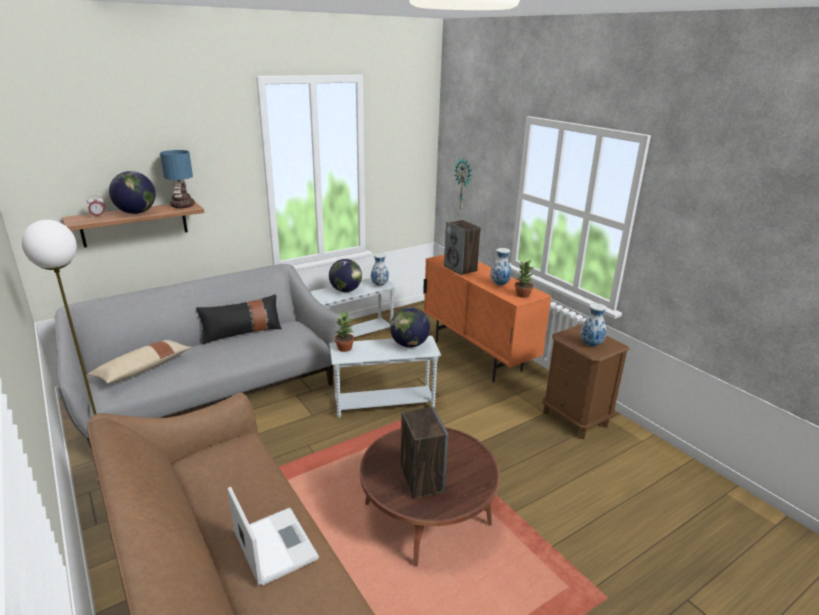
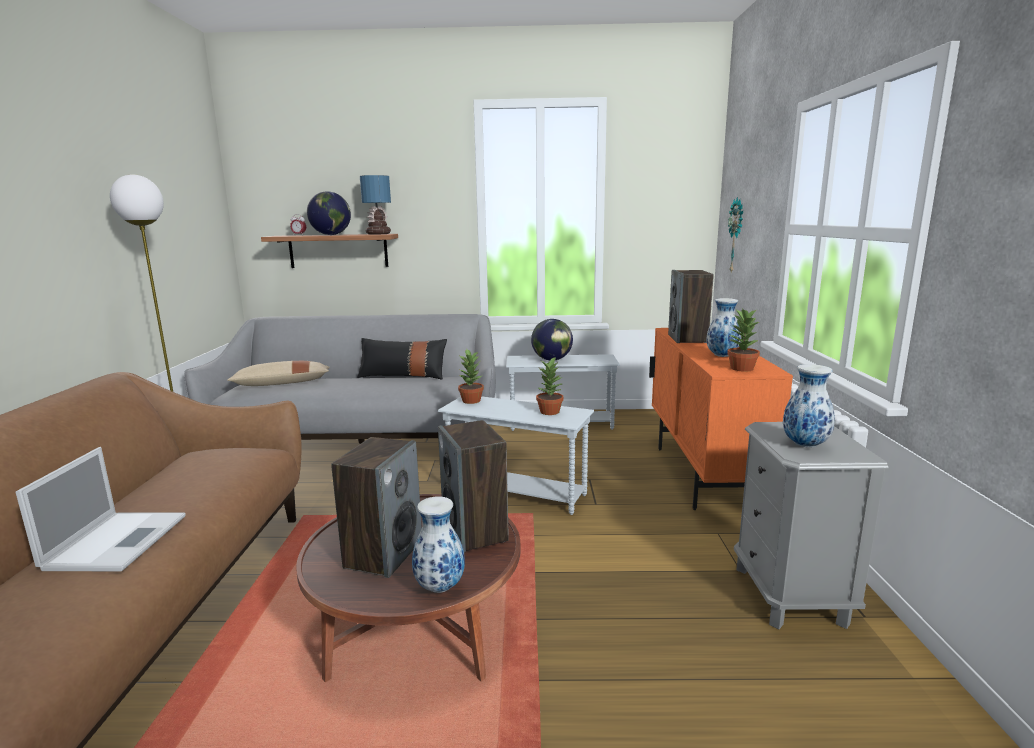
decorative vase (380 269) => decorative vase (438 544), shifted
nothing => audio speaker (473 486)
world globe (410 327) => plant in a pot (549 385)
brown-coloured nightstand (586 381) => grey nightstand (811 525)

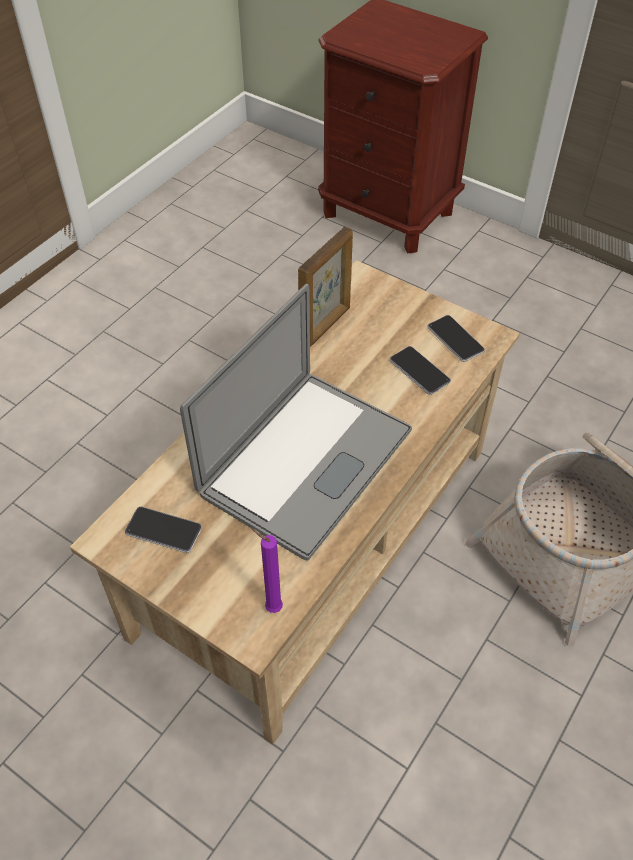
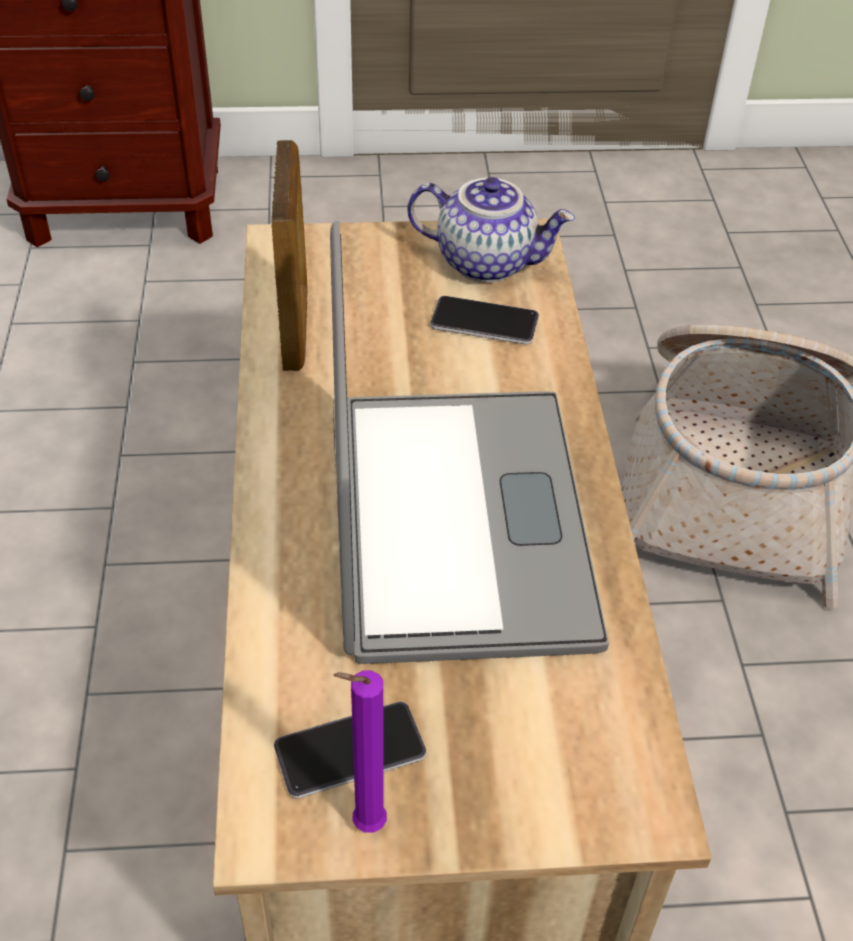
purple wax light (267 571) => purple wax light (360 752), shifted
handset (456 338) => tea pot (491 230)

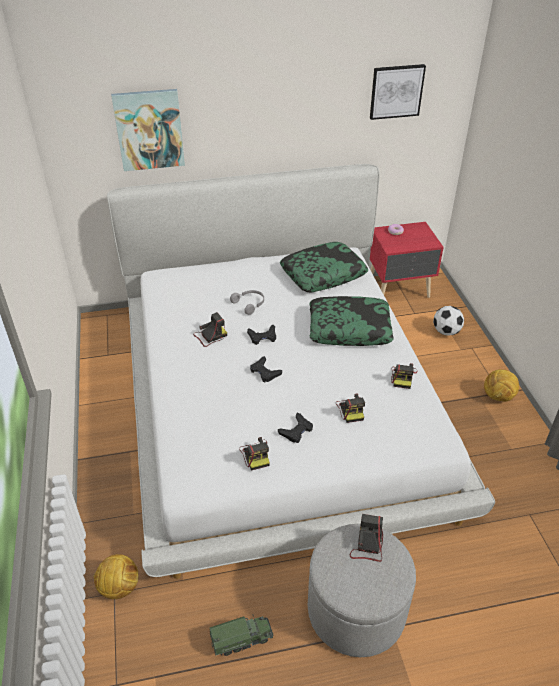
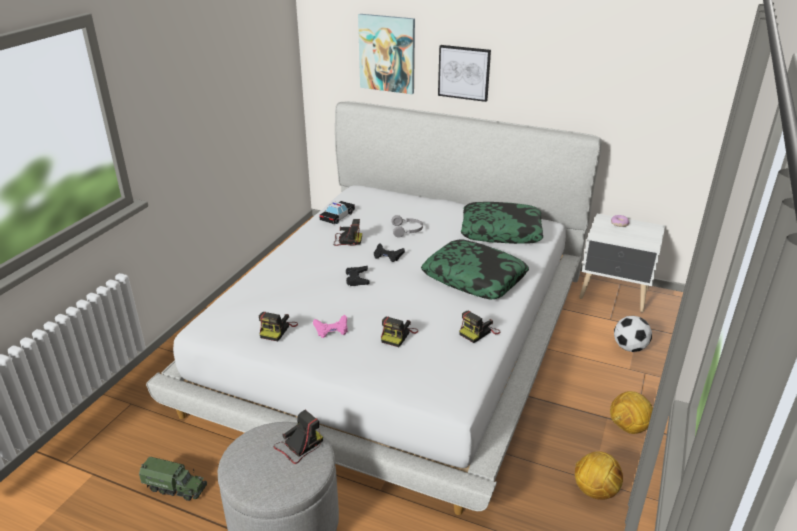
blackish joypad (295 428) => pink joypad (330 326)
nothing => model car (337 212)
picture (398 92) => picture (464 73), shifted
football ball (116 576) => football ball (599 475), shifted
reddish nightstand (407 260) => white nightstand (622 263)

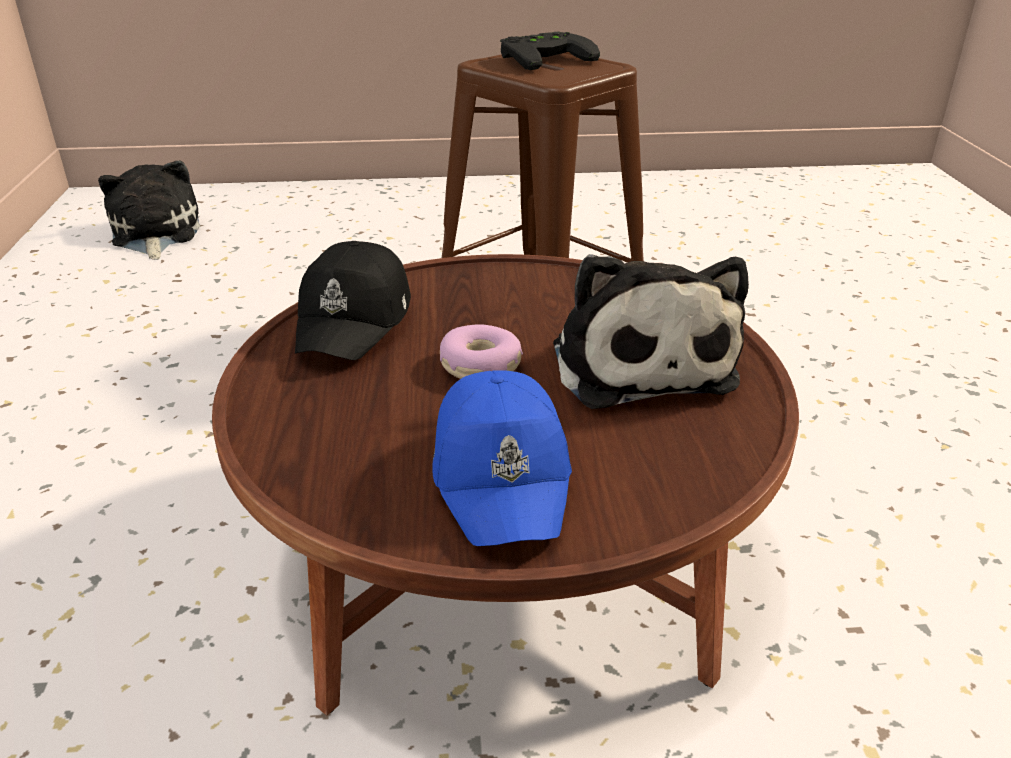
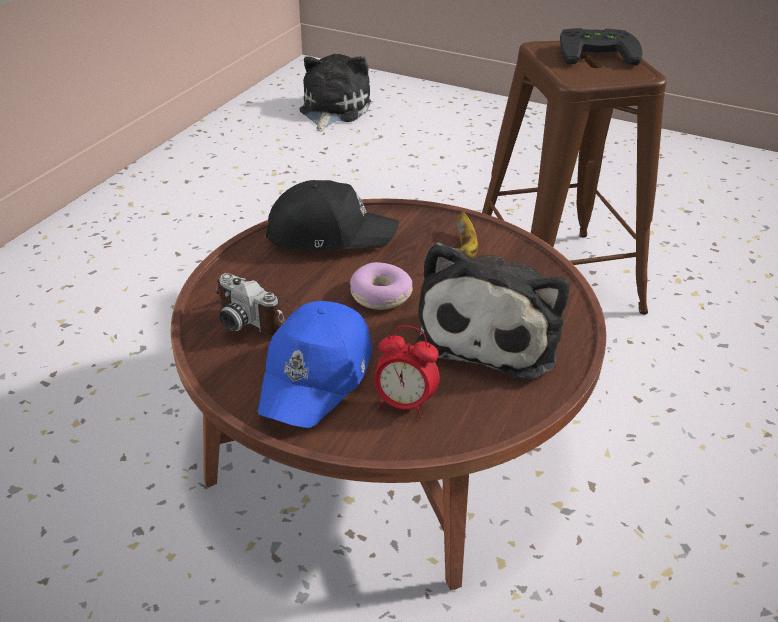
nothing => photo camera (258 304)
blackish peaked cap (353 300) => blackish peaked cap (332 215), 135 degrees counterclockwise
nothing => bedside clock (407 371)
nothing => whole banana (466 235)

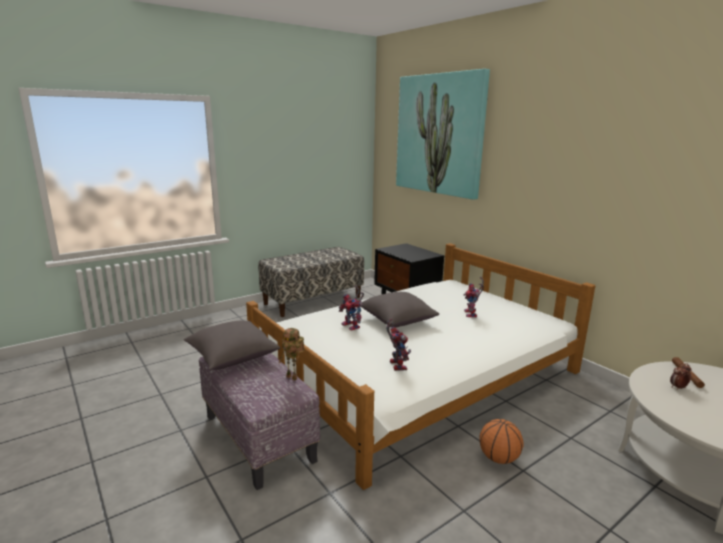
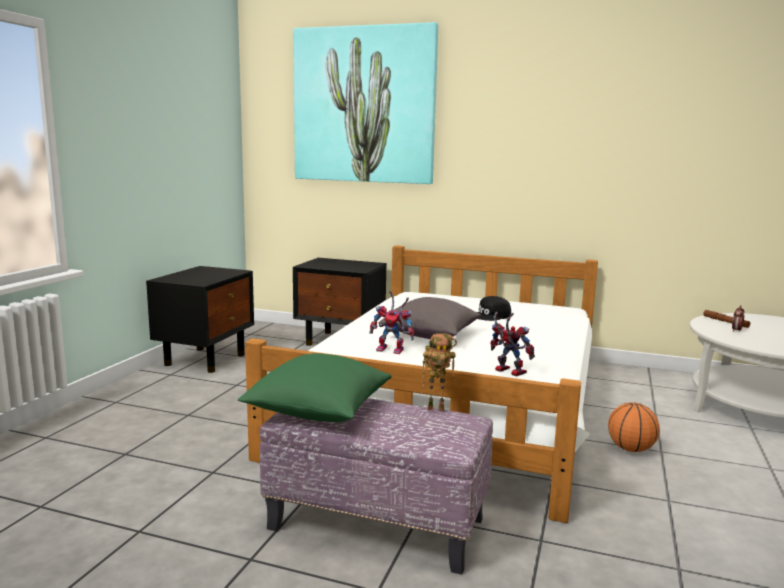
long seat (311 282) => blackish nightstand (200 319)
grey pillow (232 345) => green pillow (314 387)
robot figure (473 297) => blackish peaked cap (494 308)

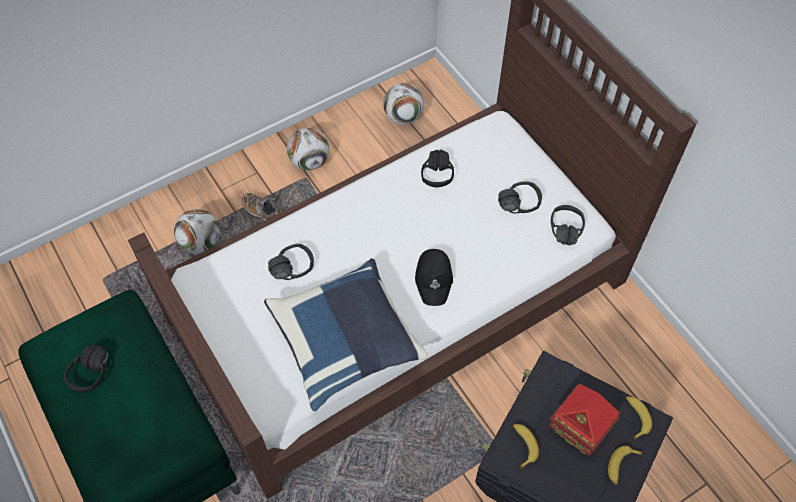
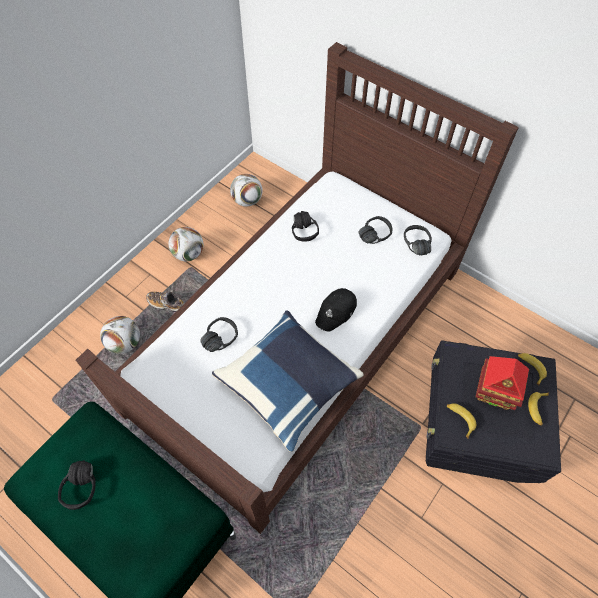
blackish peaked cap (434 277) => blackish peaked cap (336 310), 60 degrees clockwise

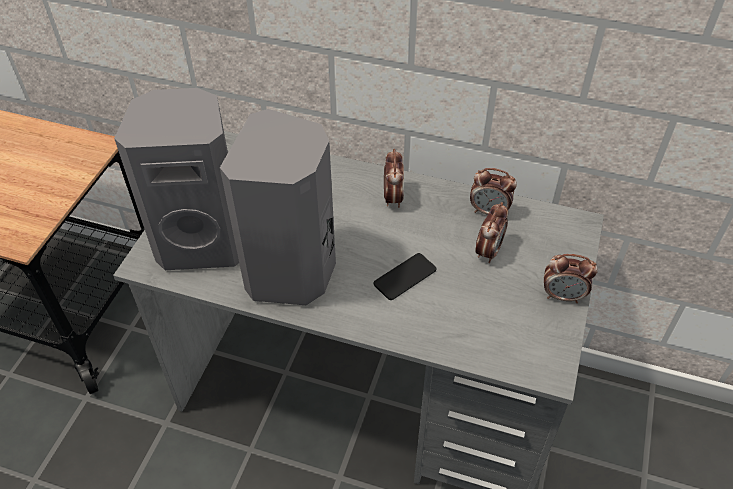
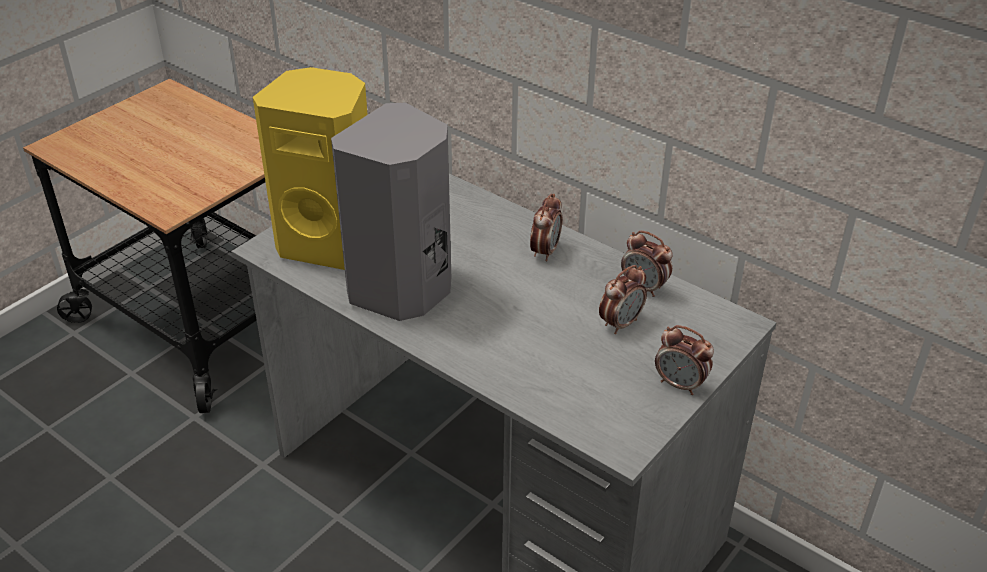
grey audio speaker (176 179) => yellow audio speaker (310 168)
handset (404 276) => nothing

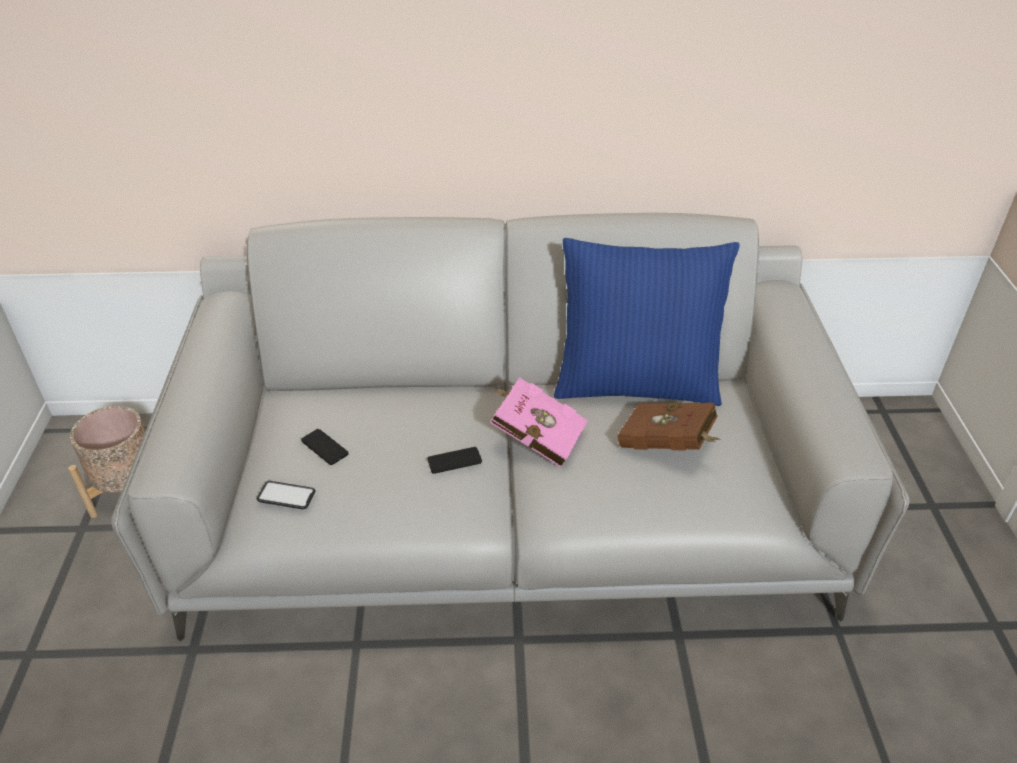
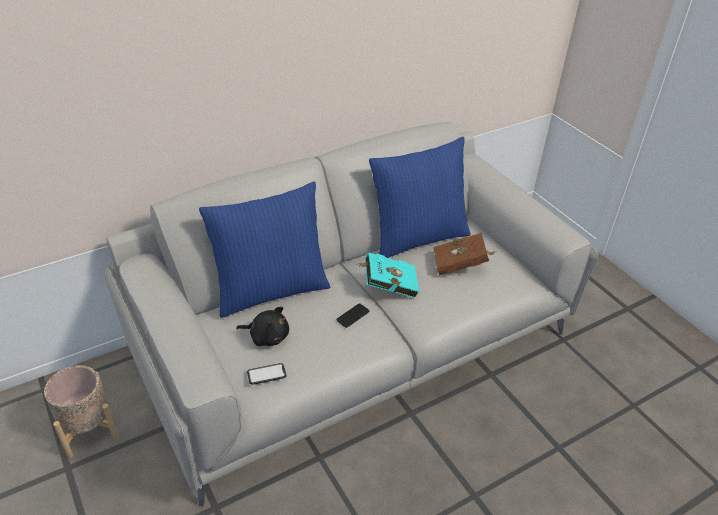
nothing => bluish pillow (264 250)
handset (325 447) => blackish soft toy (262 326)
pink bound book (539 422) => turquoise-coloured bound book (388 275)

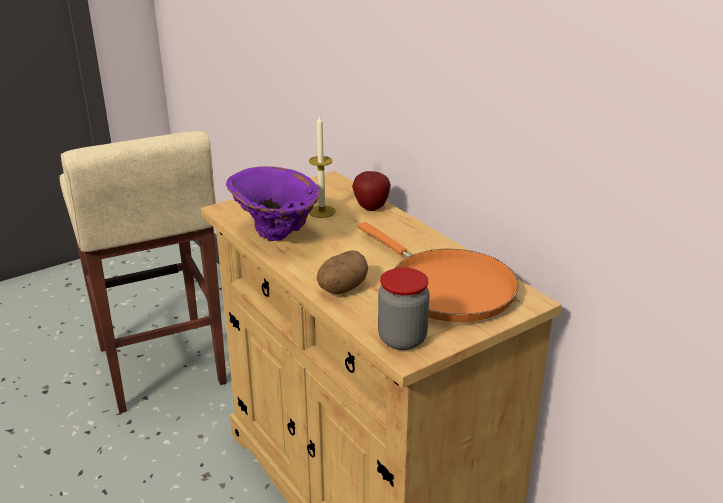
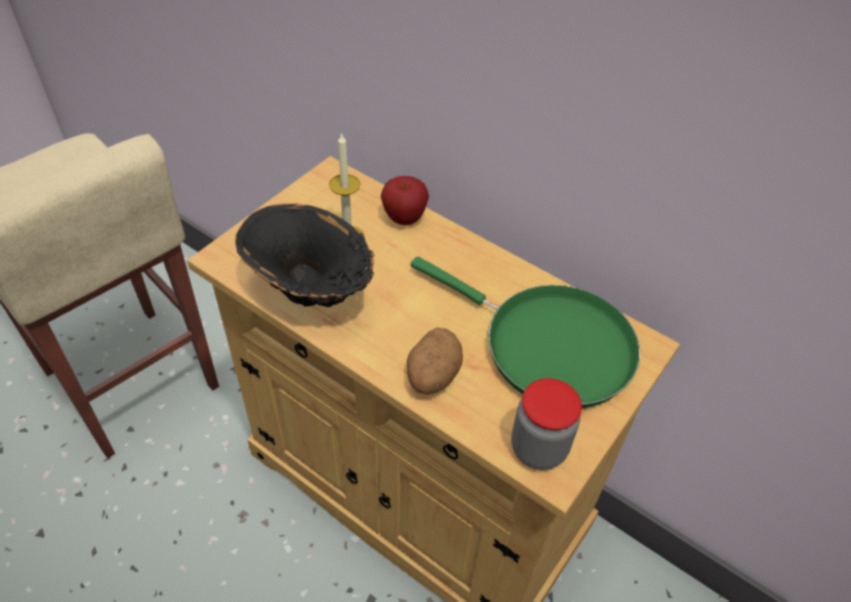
purple decorative vase (273 203) => blackish decorative vase (304 255)
orange skillet (438 272) => green skillet (525 332)

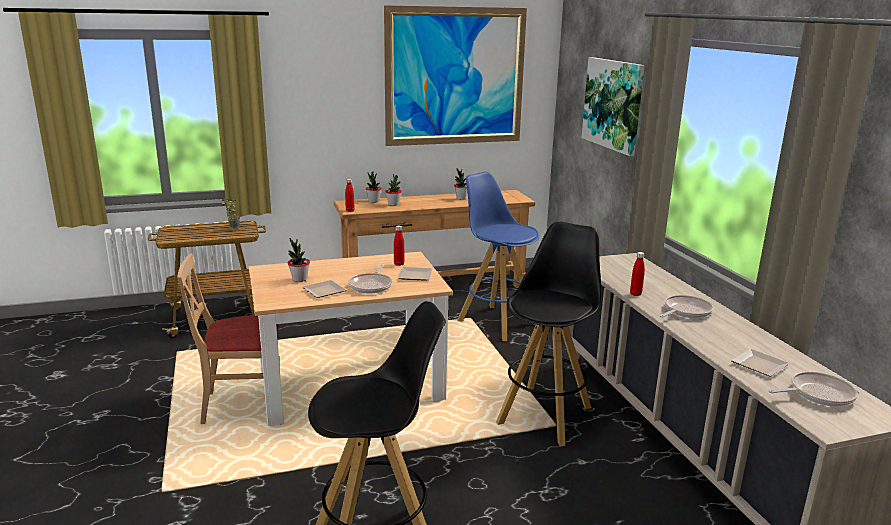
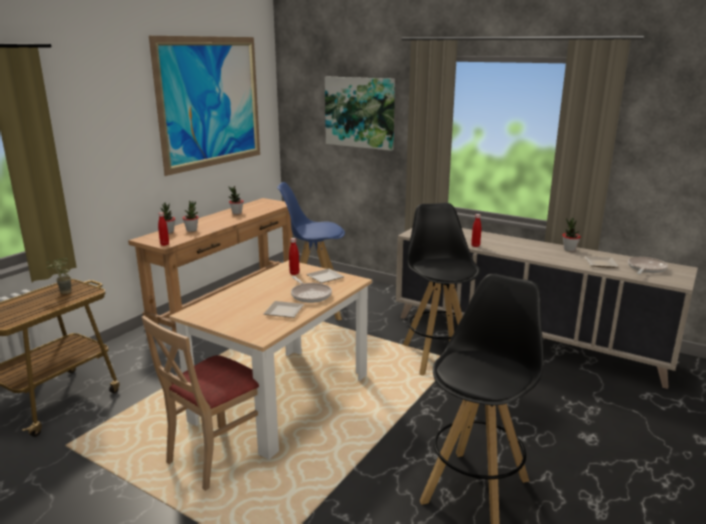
plant in a pot (299 260) => plant in a pot (571 234), shifted
skillet (686 306) => nothing

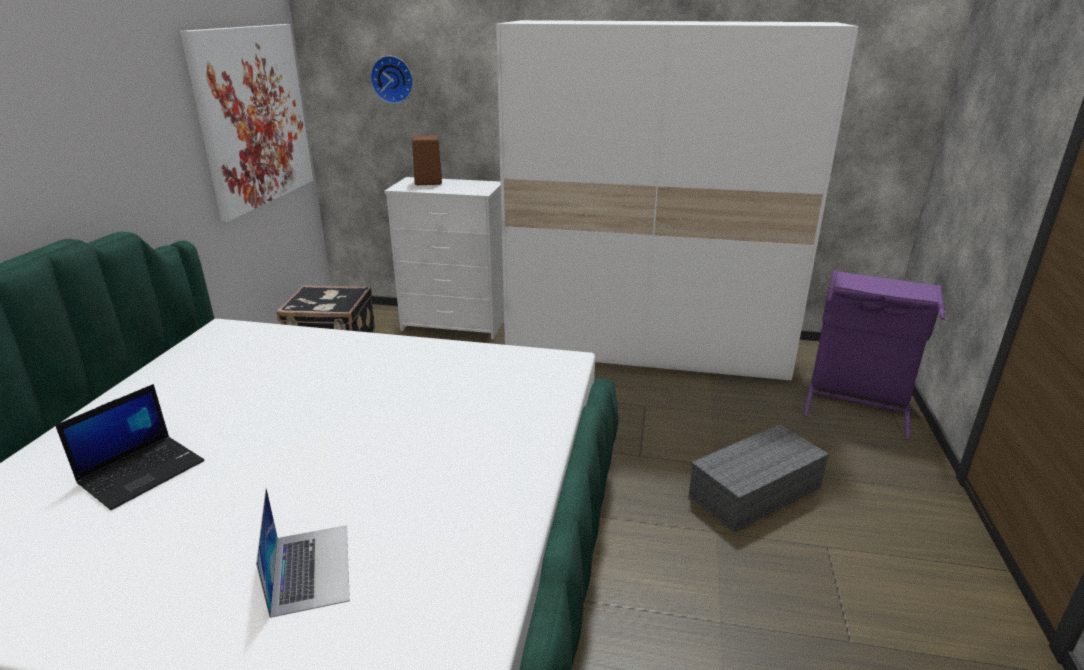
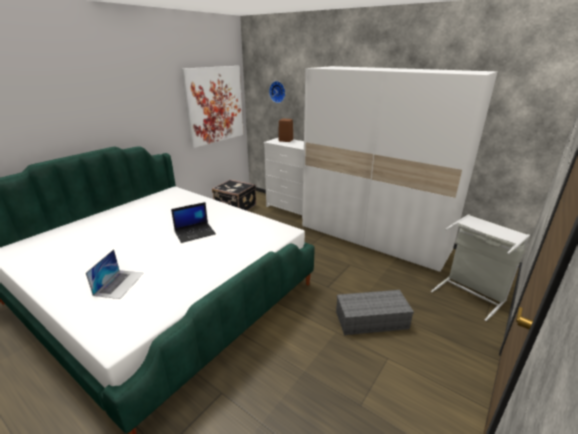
laptop (130 447) => laptop (193 222), shifted
purple laundry basket (874 355) => grey laundry basket (480 267)

